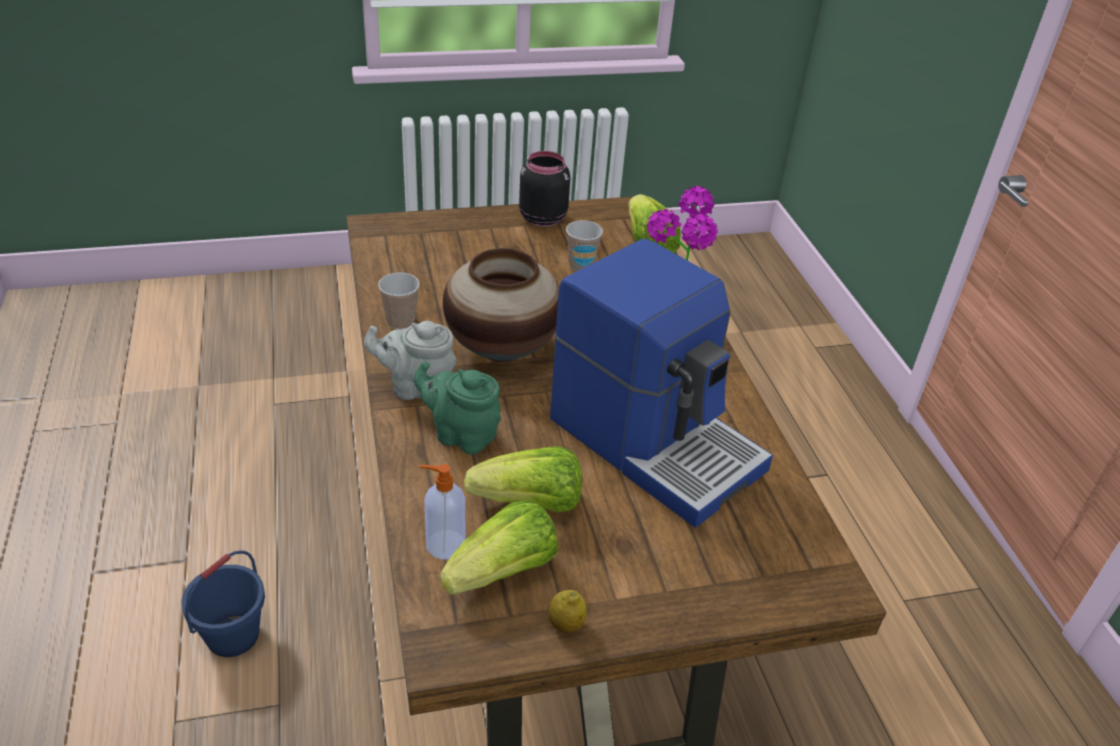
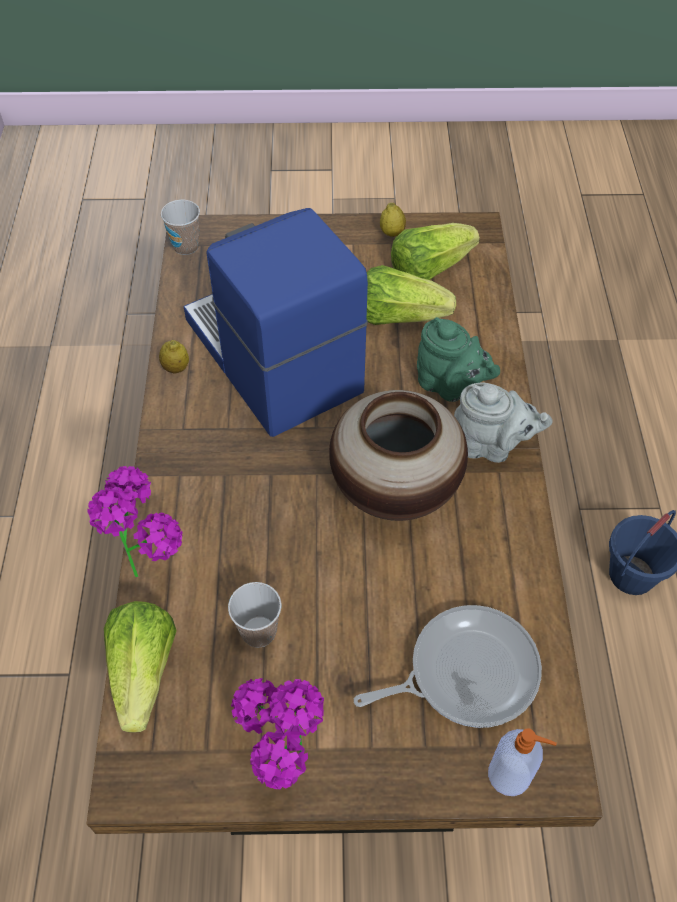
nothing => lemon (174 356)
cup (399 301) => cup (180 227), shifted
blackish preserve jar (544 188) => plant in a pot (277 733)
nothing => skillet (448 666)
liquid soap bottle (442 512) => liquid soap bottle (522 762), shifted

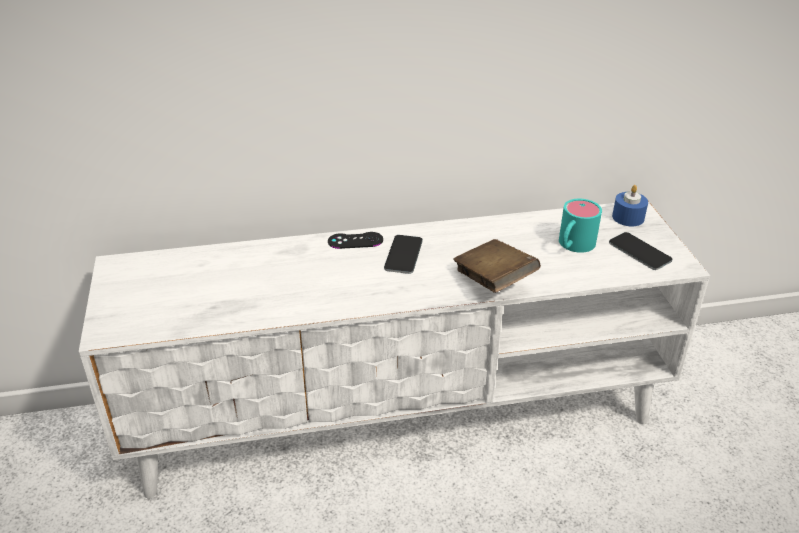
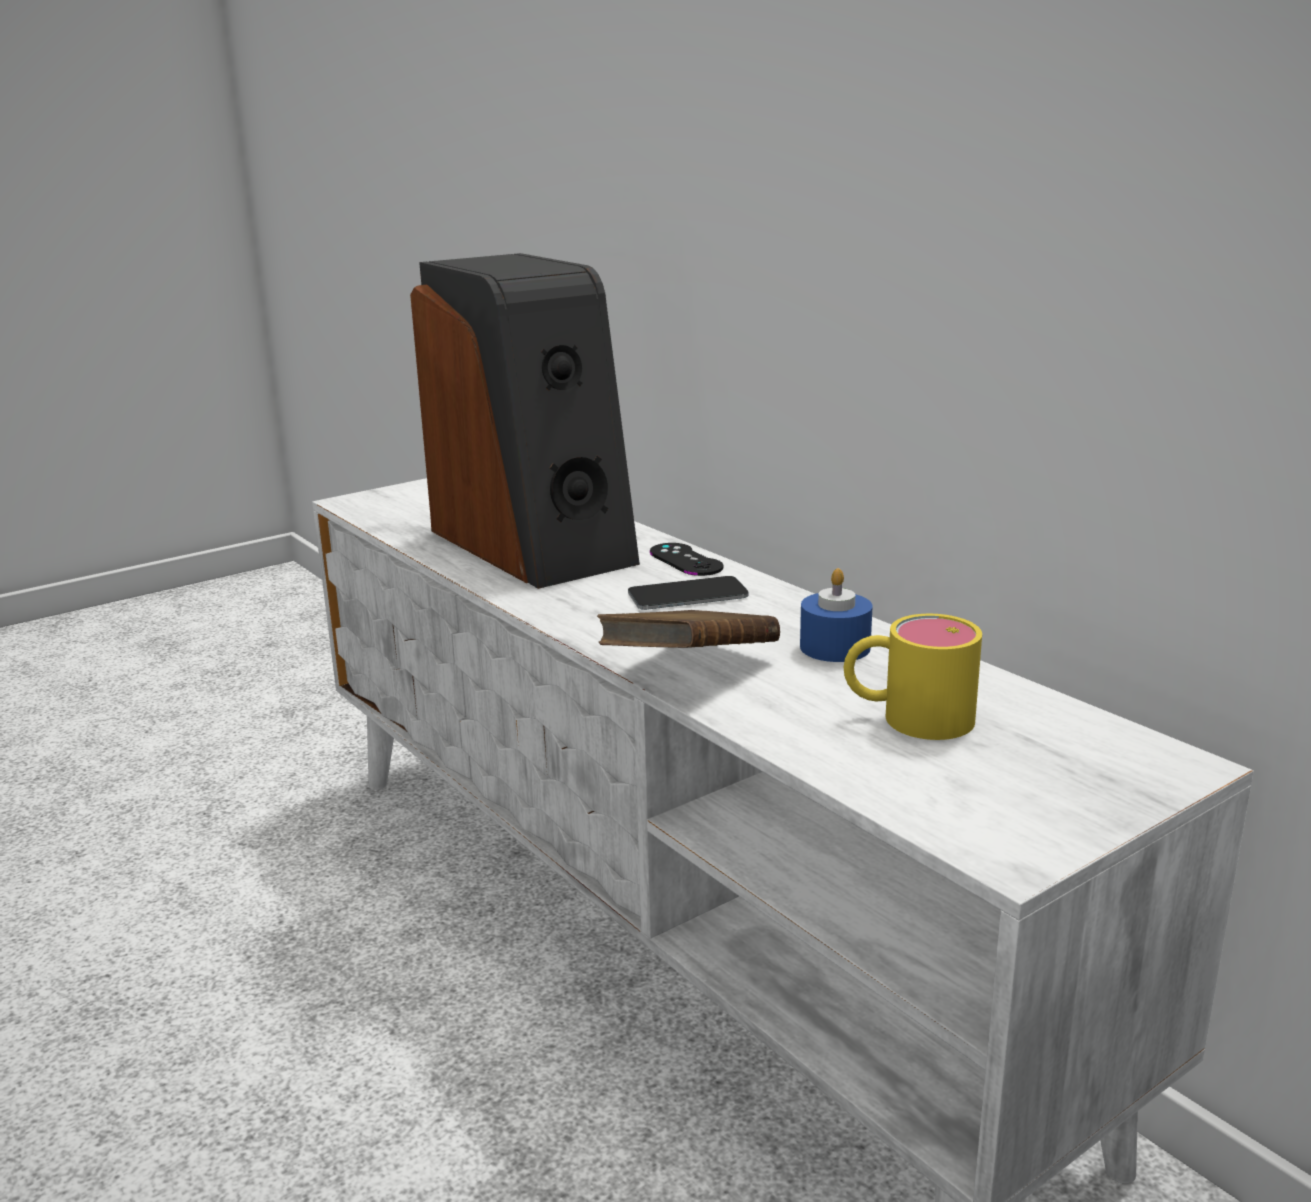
nothing => audio speaker (525 421)
bluish wax light (630 205) => bluish wax light (836 615), shifted
turquoise-coloured mug (580 226) => yellow mug (913 677)
handset (640 251) => nothing

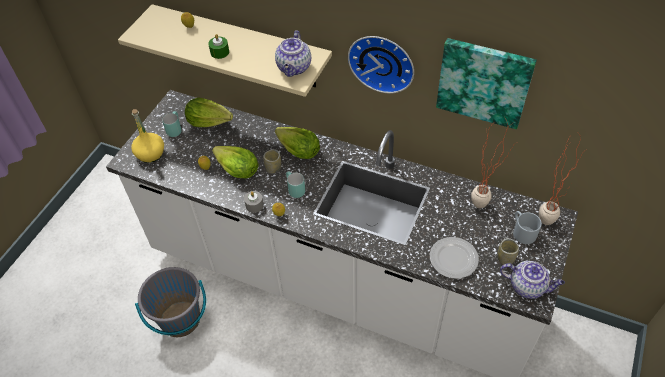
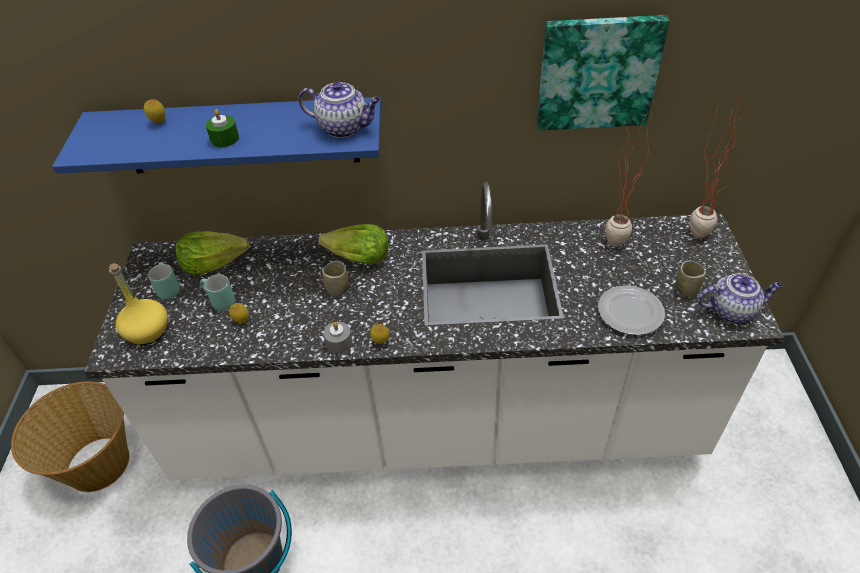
nothing => storage basket (70 436)
sand-coloured wall shelf (225 50) => bluish wall shelf (216 135)
turquoise-coloured mug (295 184) => turquoise-coloured mug (217 292), shifted
tea pot (293 53) => tea pot (339 110), 60 degrees counterclockwise
lettuce (235 162) => nothing
clock on the wall (381 64) => nothing
grey mug (527 227) => nothing

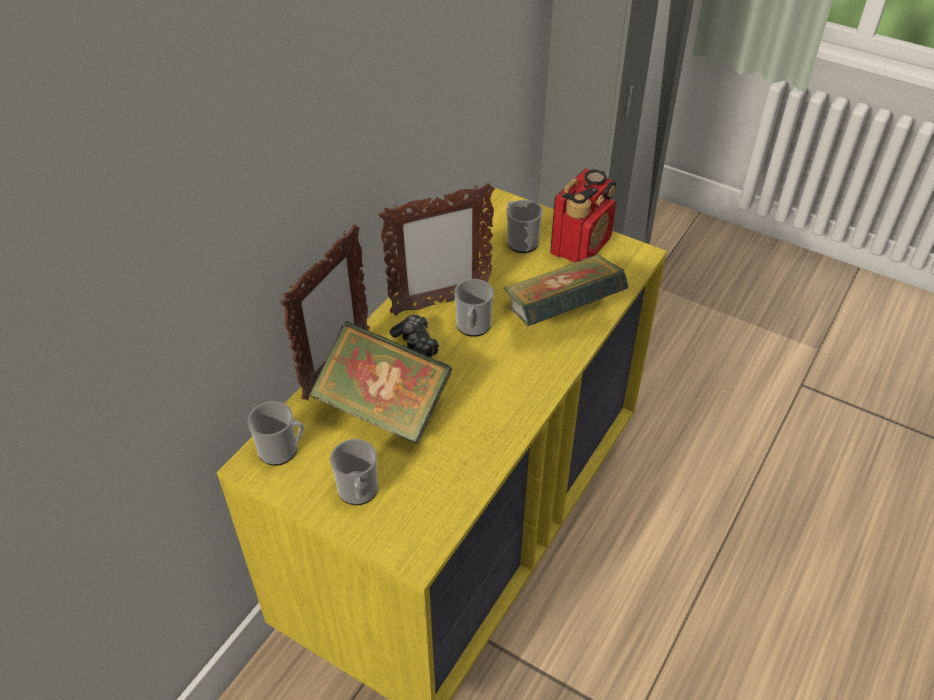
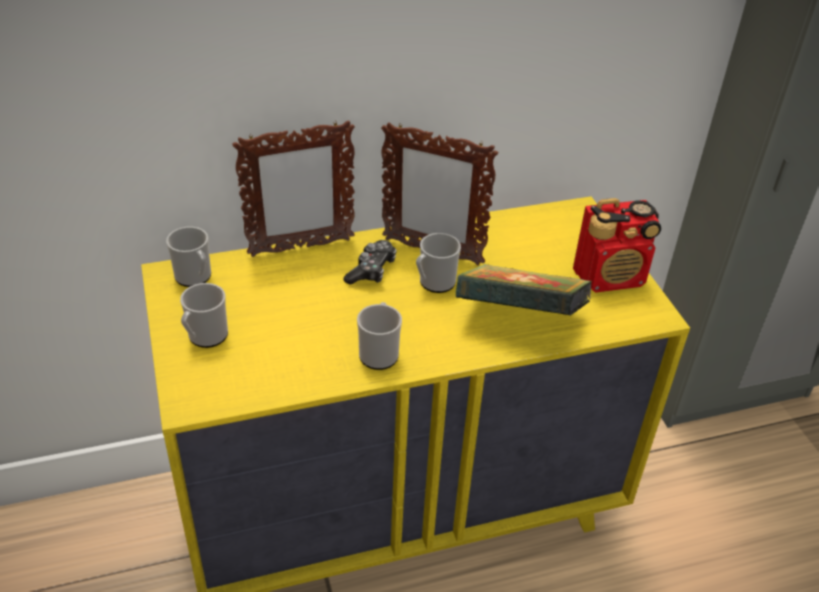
mug (525 226) => mug (379 336), shifted
bound book (380 382) => nothing

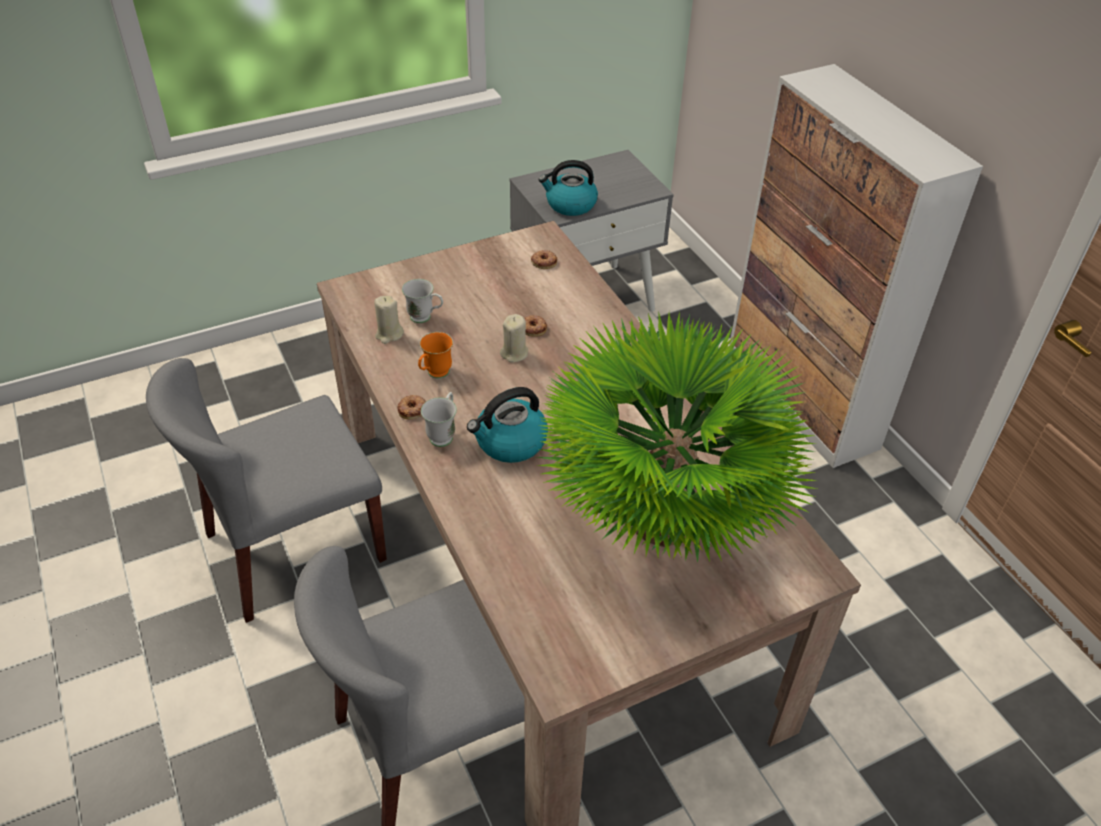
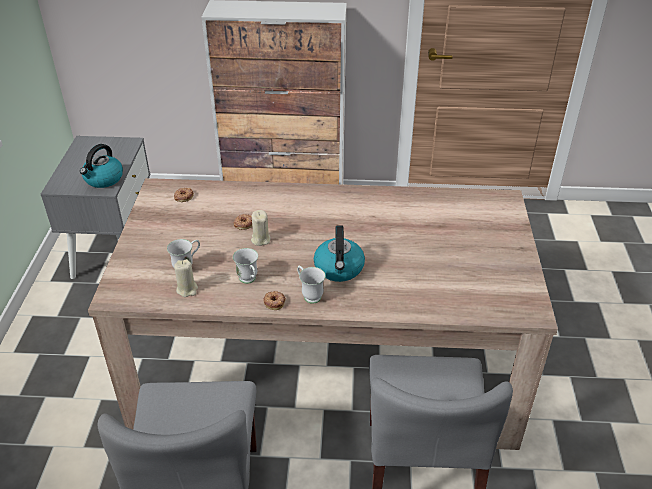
orange mug (435 355) => white mug (245 266)
plant in a pot (677 437) => nothing

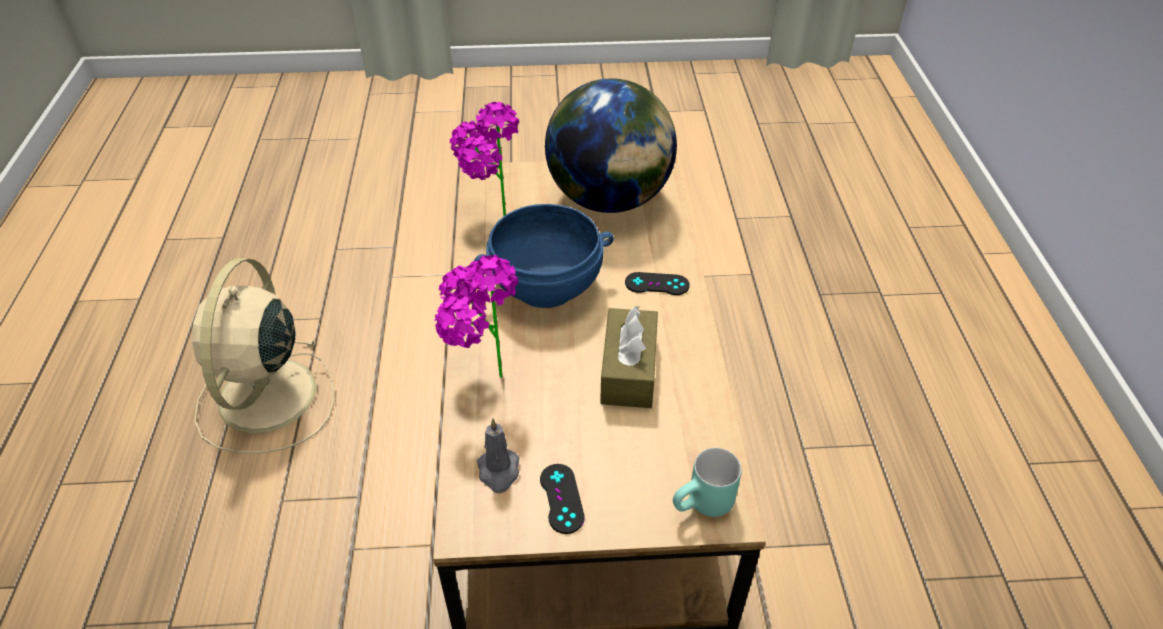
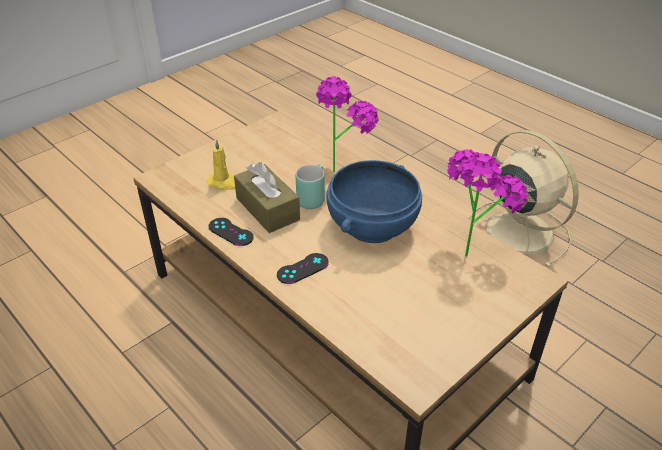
nothing => yellow wax light (221 164)
blackish joypad (562 499) => blackish joypad (231 232), shifted
turquoise-coloured mug (707 482) => turquoise-coloured mug (310 187), shifted
grey wax light (498 455) => nothing
world globe (611 145) => nothing

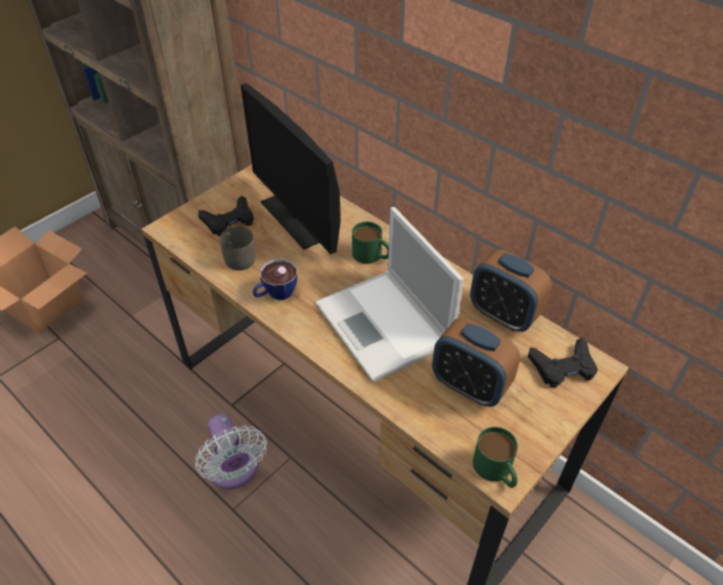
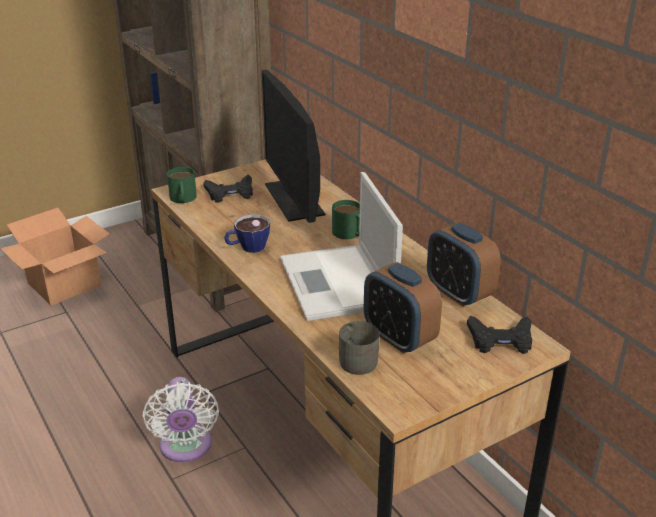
green mug (495 457) => green mug (182 185), shifted
grey mug (238 249) => grey mug (359 348), shifted

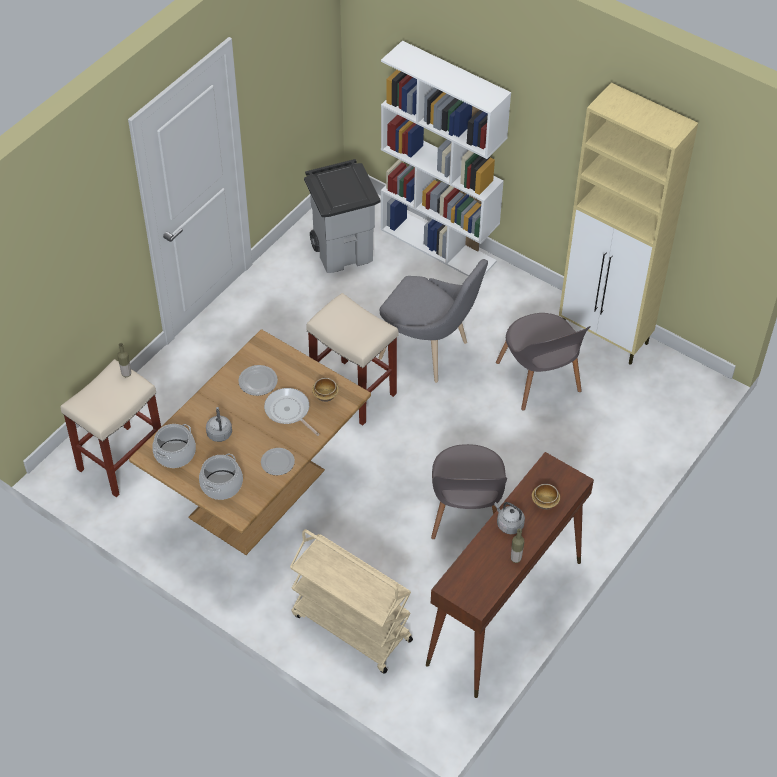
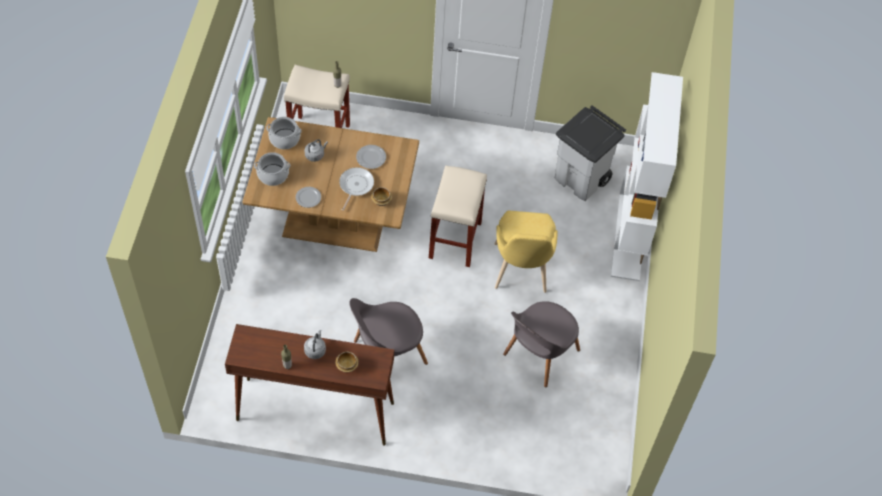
grey upright chair (433 321) => yellow upright chair (526 252)
sand-coloured cart (351 601) => nothing
sand-coloured cabinet (628 224) => nothing

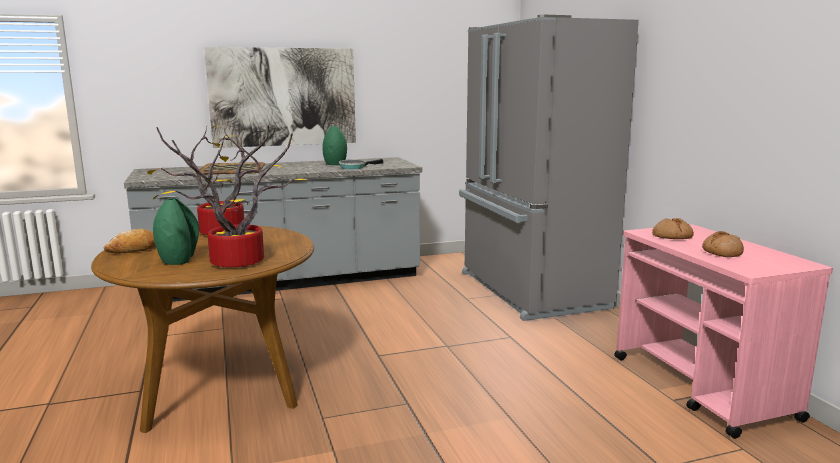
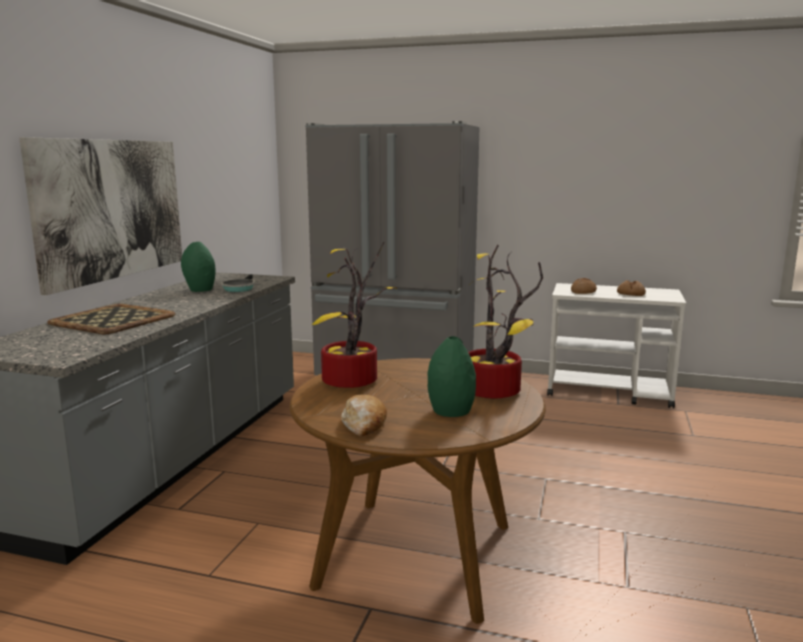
pink cart (723 331) => white cart (616 345)

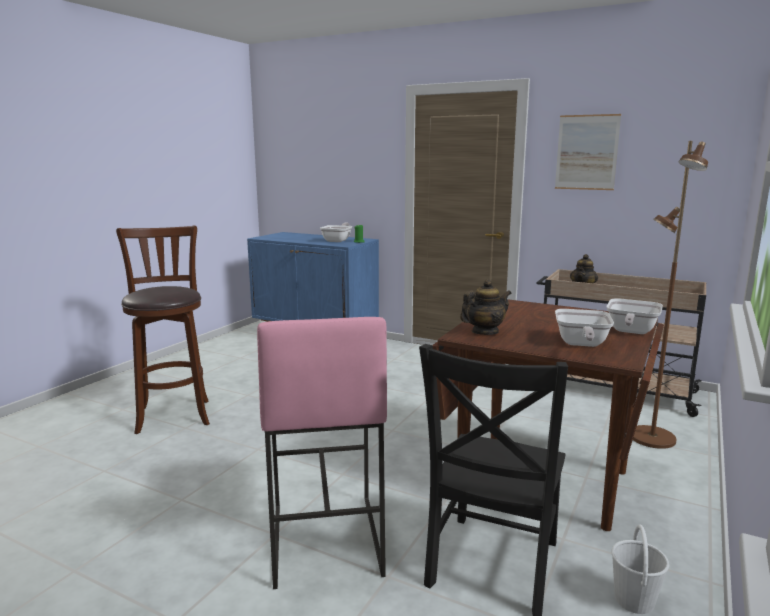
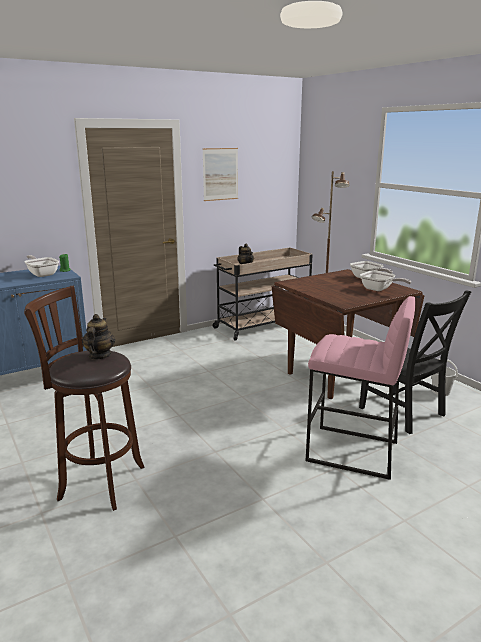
tea pot (486 307) => tea pot (98 337), shifted

